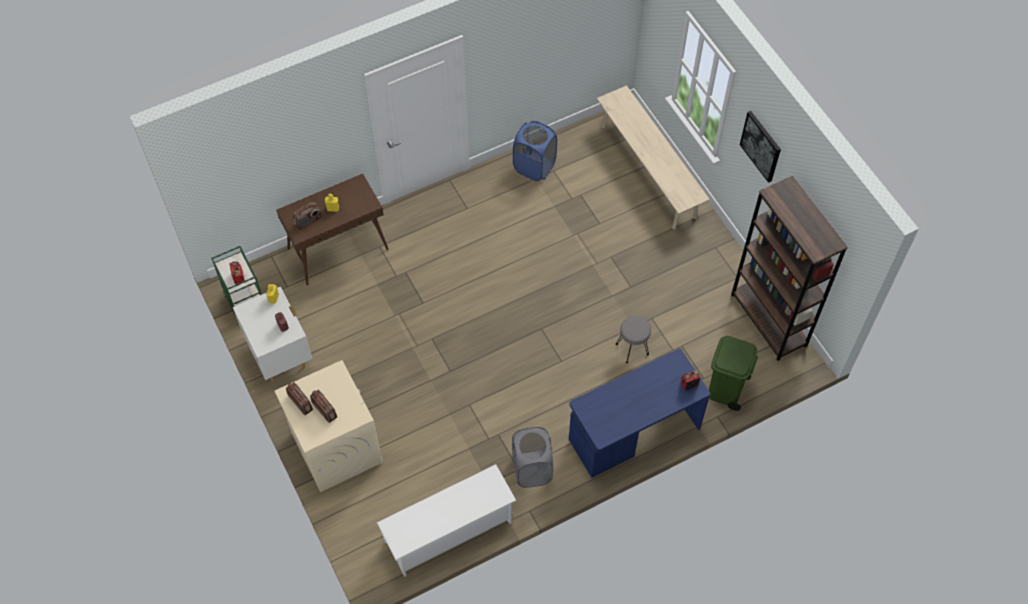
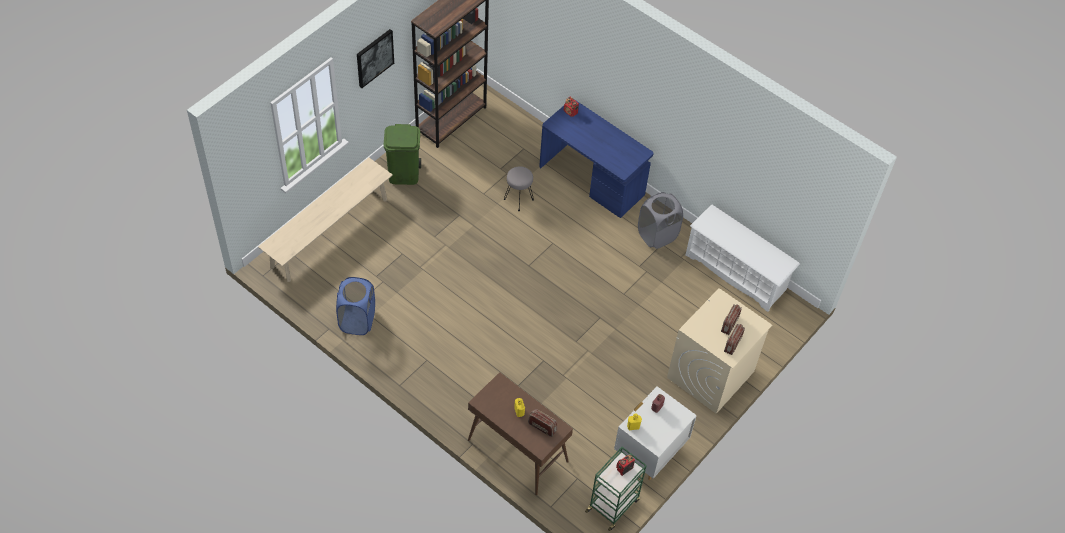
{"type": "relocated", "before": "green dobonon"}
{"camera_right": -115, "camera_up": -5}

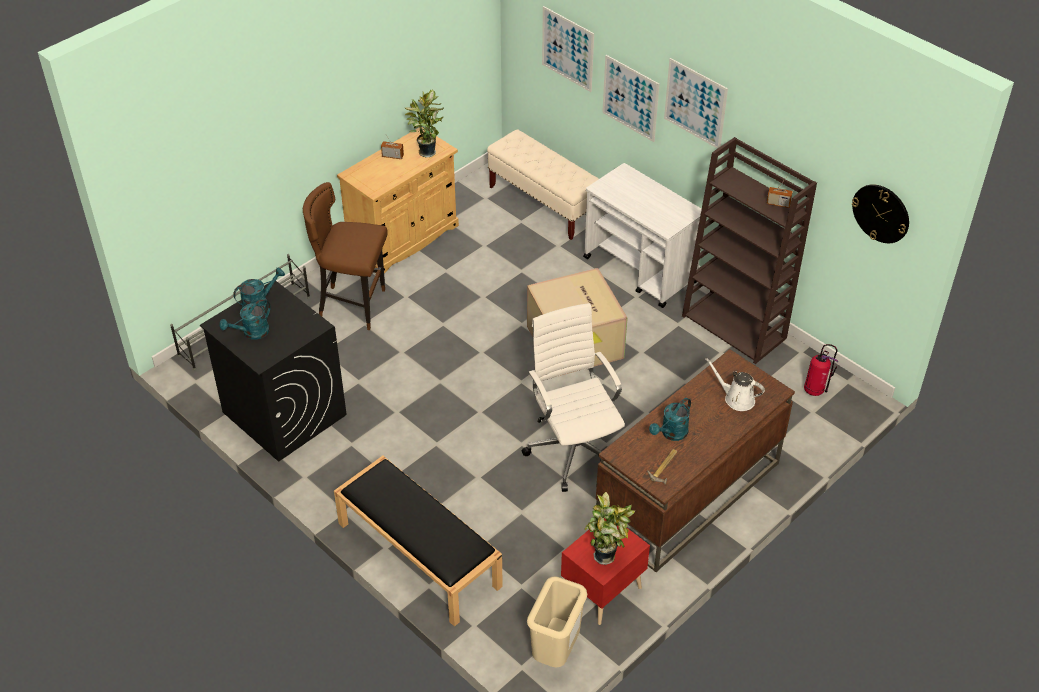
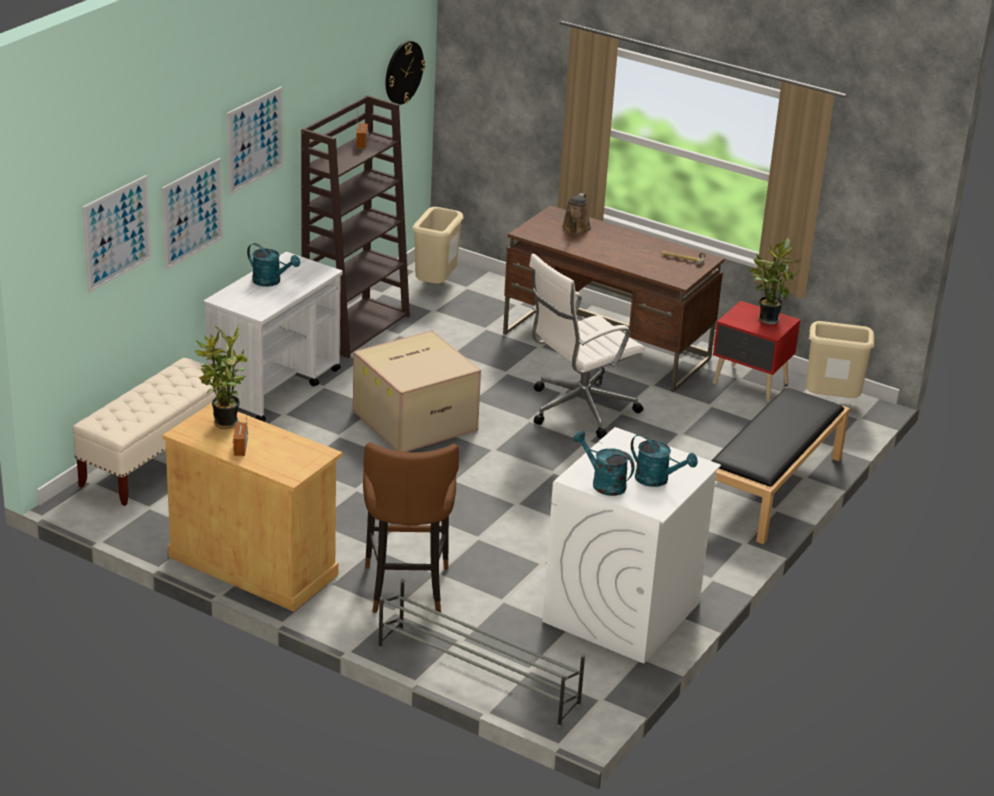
{"type": "colour", "before": "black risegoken", "after": "white risegoken"}
{"type": "relocated", "before": "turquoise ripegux (no. 3 from left in the first image)", "after": "turquoise ripegux (no. 1 from left)"}
{"type": "colour", "before": "white ripegux", "after": "brown ripegux"}
{"type": "exchanged", "before": "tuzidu", "after": "beige dobonon (no. 1 from left)"}
{"camera_right": -105, "camera_up": -15}

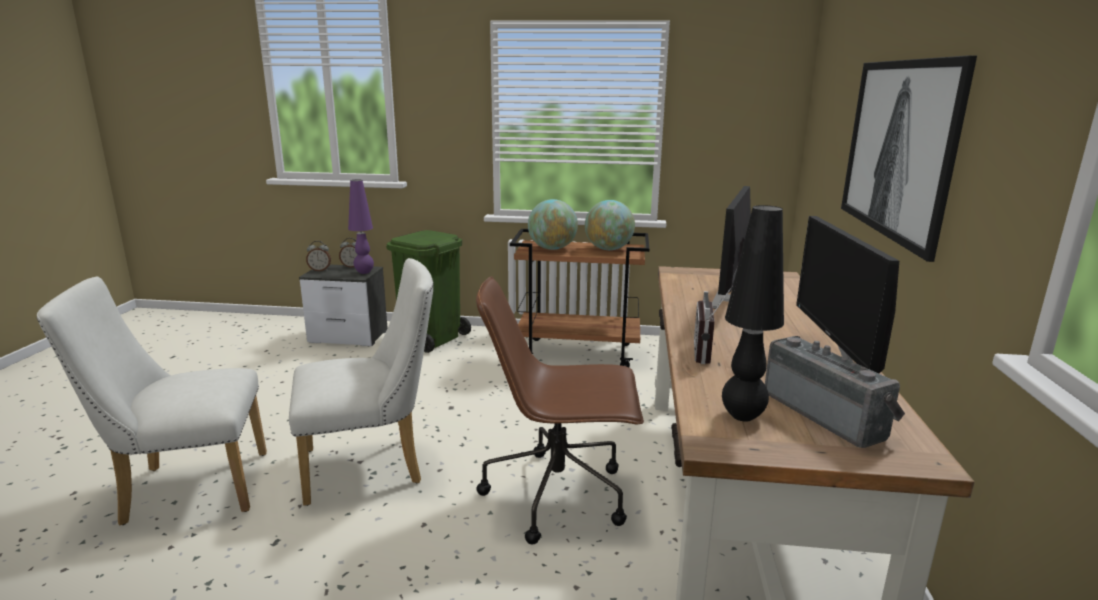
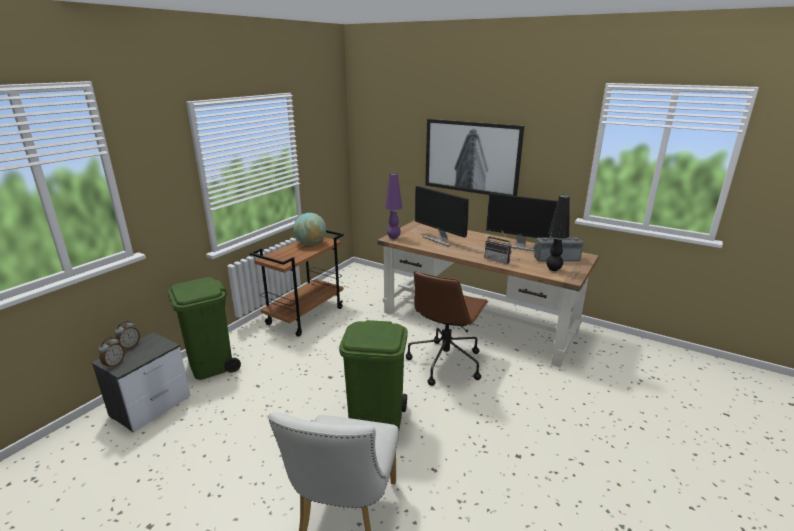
{"type": "exchanged", "before": "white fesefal (no. 2 from left)", "after": "green dobonon (no. 2 from left)"}
{"type": "relocated", "before": "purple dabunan"}
{"type": "missing", "before": "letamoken (no. 1 from left)"}
{"camera_right": -65, "camera_up": 5}

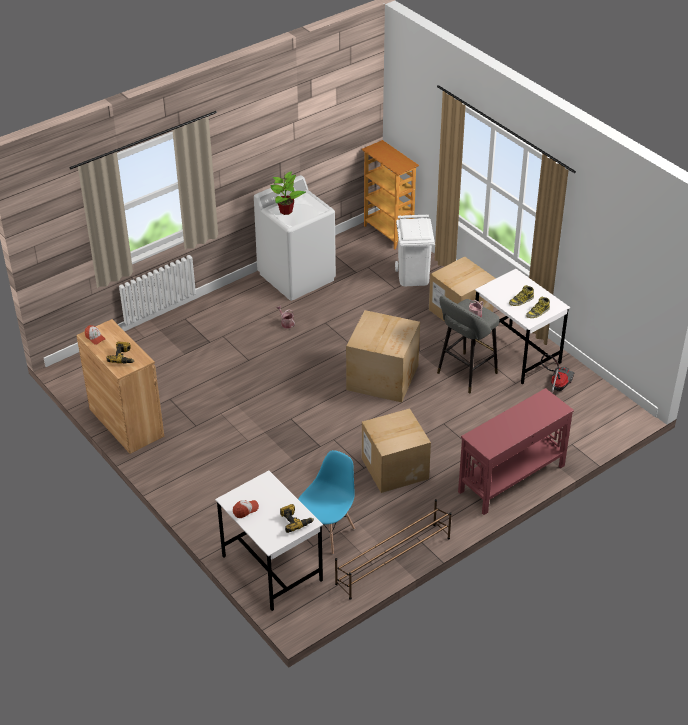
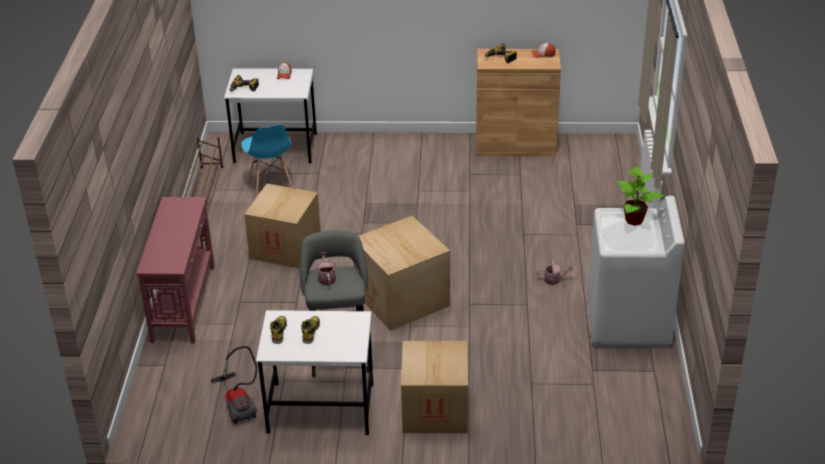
{"type": "missing", "before": "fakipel"}
{"type": "missing", "before": "white dobonon"}
{"camera_right": 130, "camera_up": -5}

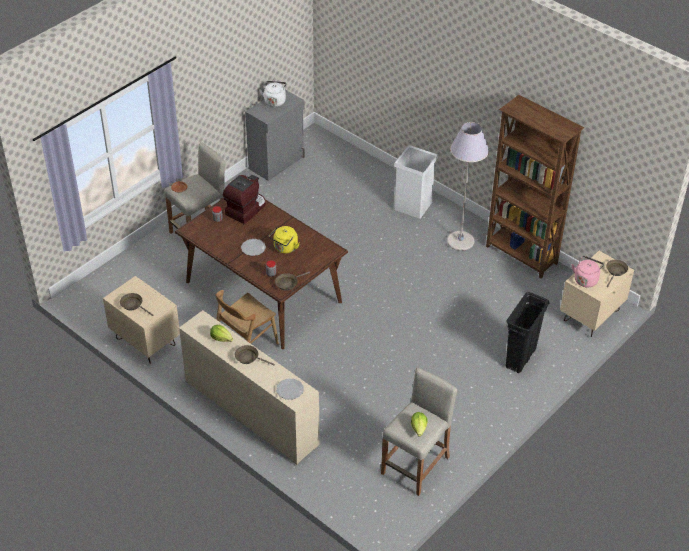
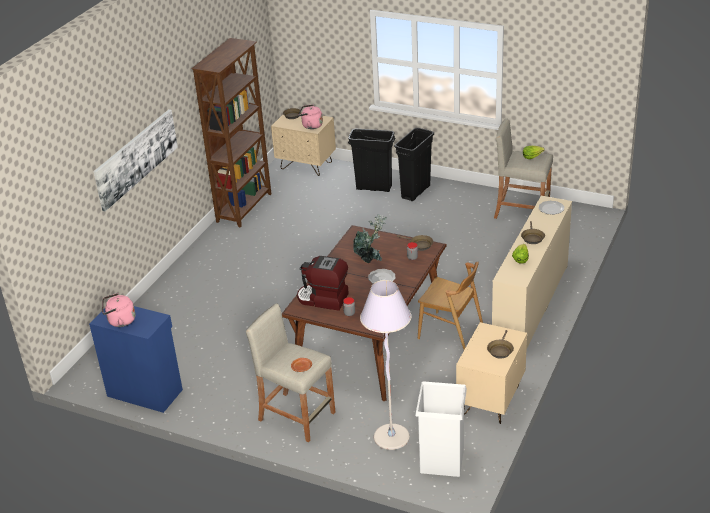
{"type": "colour", "before": "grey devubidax", "after": "blue devubidax"}
{"type": "colour", "before": "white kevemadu", "after": "pink kevemadu (no. 1 from left)"}
{"type": "exchanged", "before": "yellow kevemadu", "after": "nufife"}
{"type": "relocated", "before": "white dobonon"}
{"type": "relocated", "before": "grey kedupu"}
{"type": "appeared", "after": "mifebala"}
{"type": "appeared", "after": "black dobonon (no. 2 from left)"}
{"camera_right": -105, "camera_up": -10}

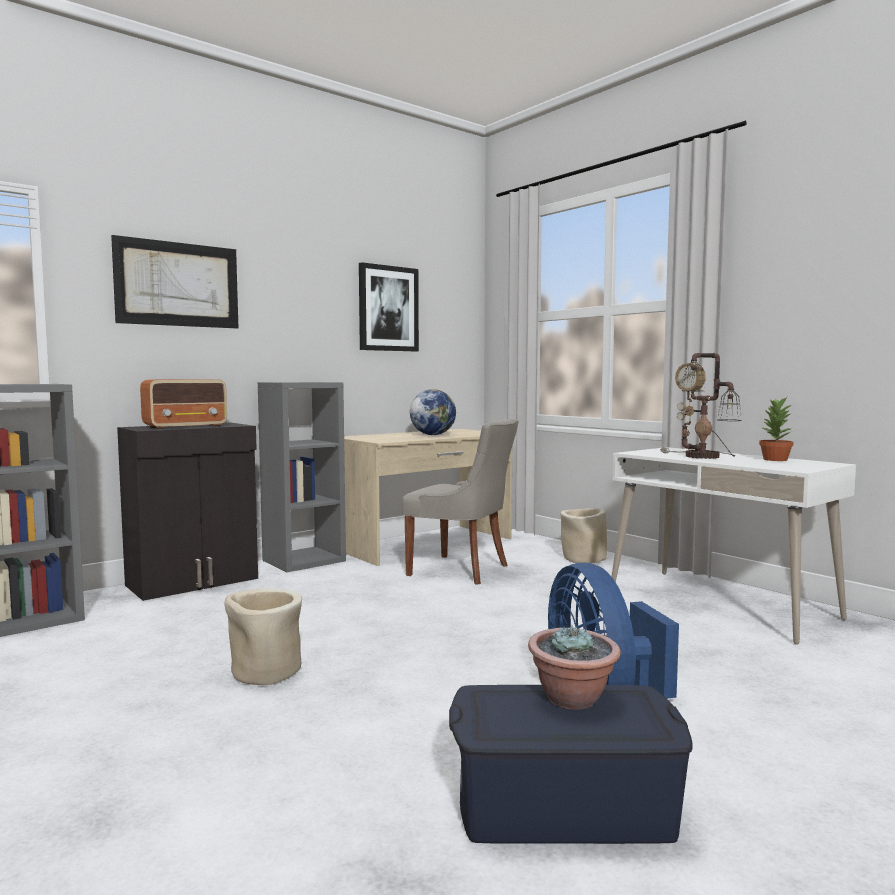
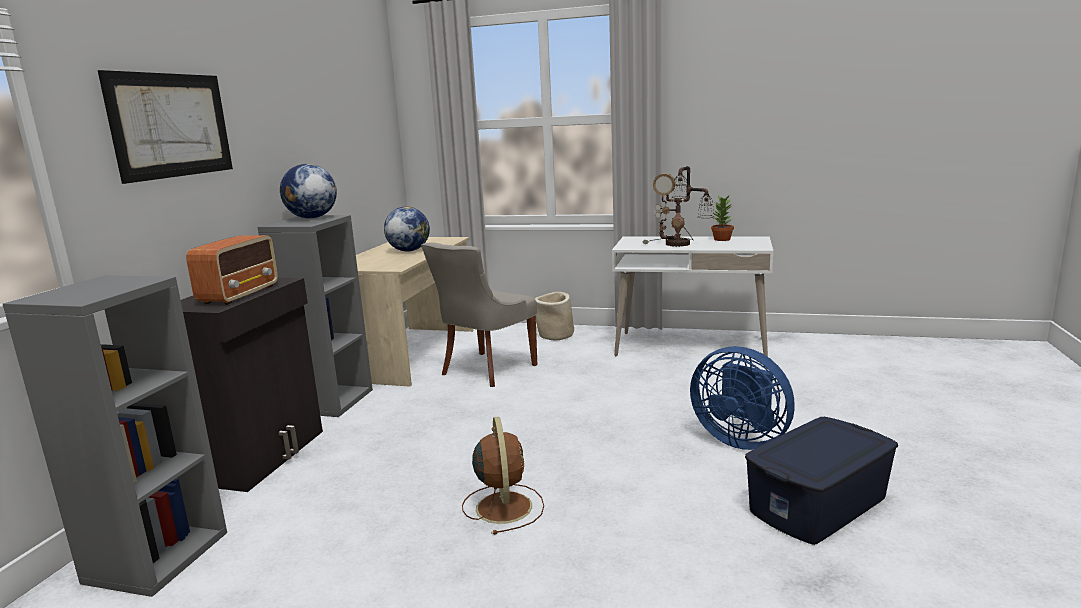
{"type": "exchanged", "before": "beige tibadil (no. 1 from left)", "after": "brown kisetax"}
{"type": "missing", "before": "mifebala (no. 2 from left)"}
{"type": "spun", "before": "grey fesefal", "turn": 135}
{"type": "missing", "before": "nufife (no. 1 from left)"}
{"type": "appeared", "after": "letamoken (no. 1 from left)"}
{"camera_right": -35, "camera_up": 10}

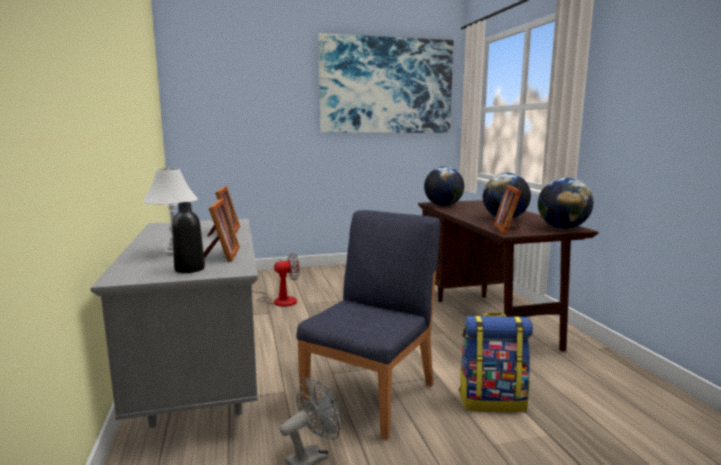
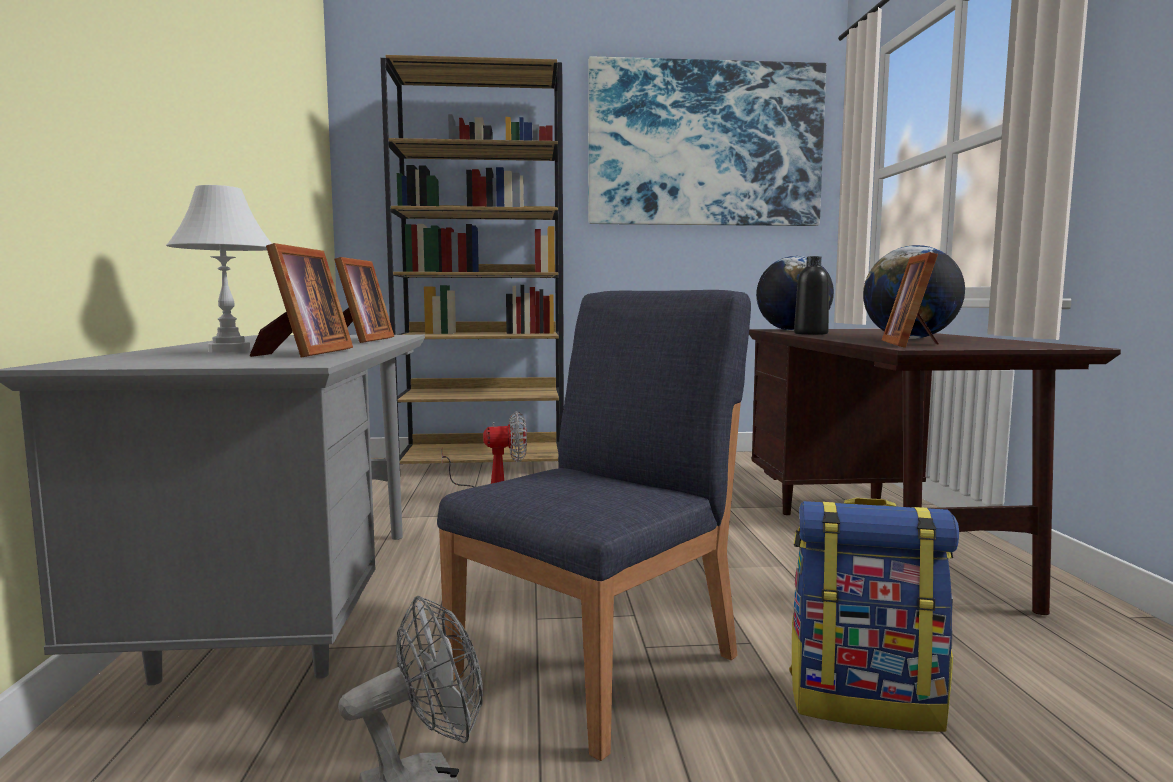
{"type": "relocated", "before": "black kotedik"}
{"type": "missing", "before": "letamoken (no. 3 from left)"}
{"type": "appeared", "after": "brown fakipel"}
{"camera_right": 10, "camera_up": -5}

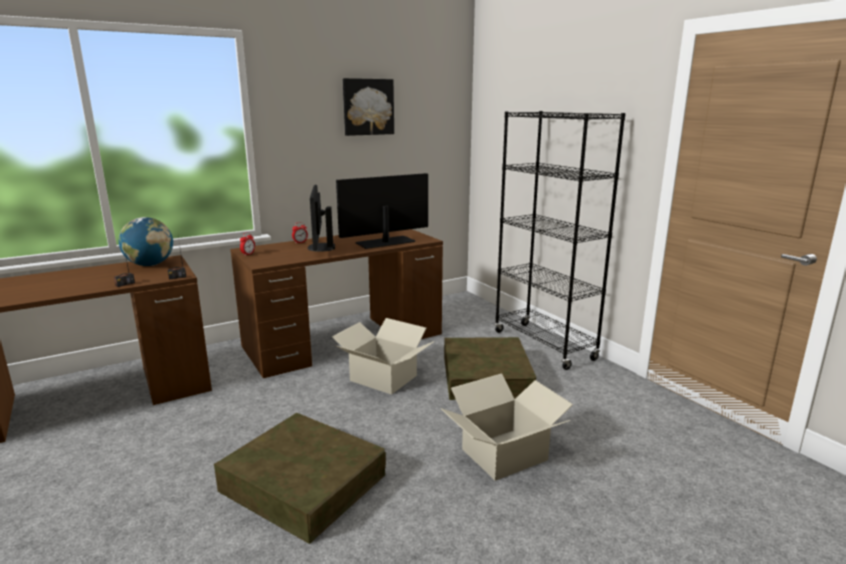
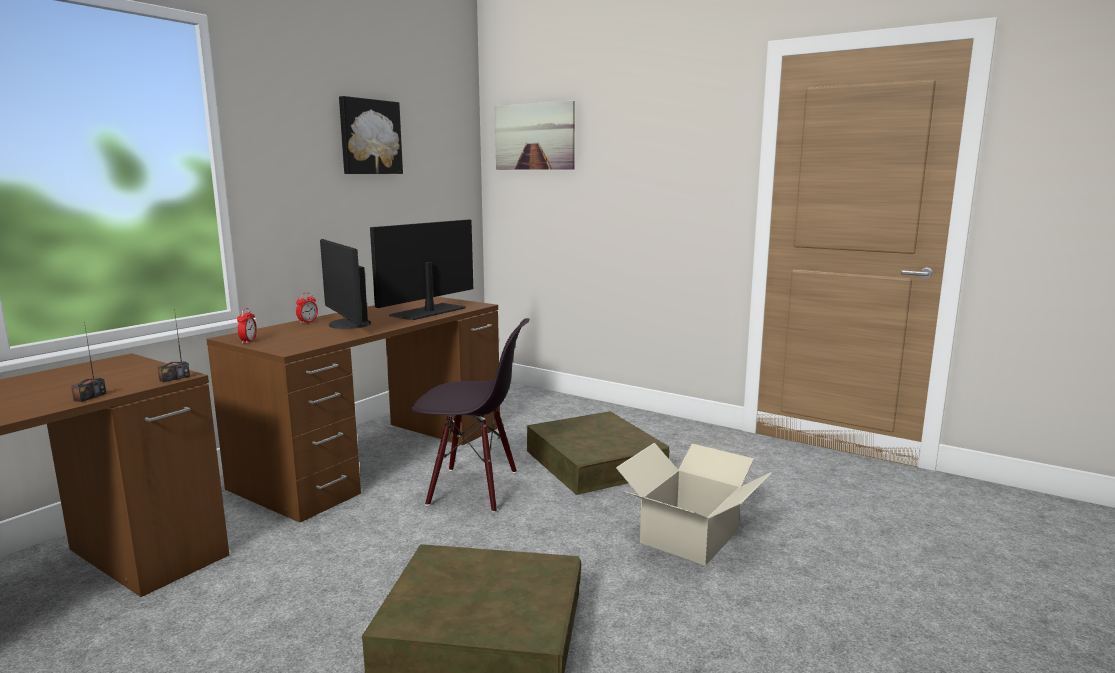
{"type": "missing", "before": "letamoken"}
{"type": "exchanged", "before": "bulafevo (no. 1 from left)", "after": "black fesefal"}
{"type": "missing", "before": "black fakipel"}
{"type": "appeared", "after": "mifebala (no. 2 from left)"}
{"camera_right": -25, "camera_up": -5}

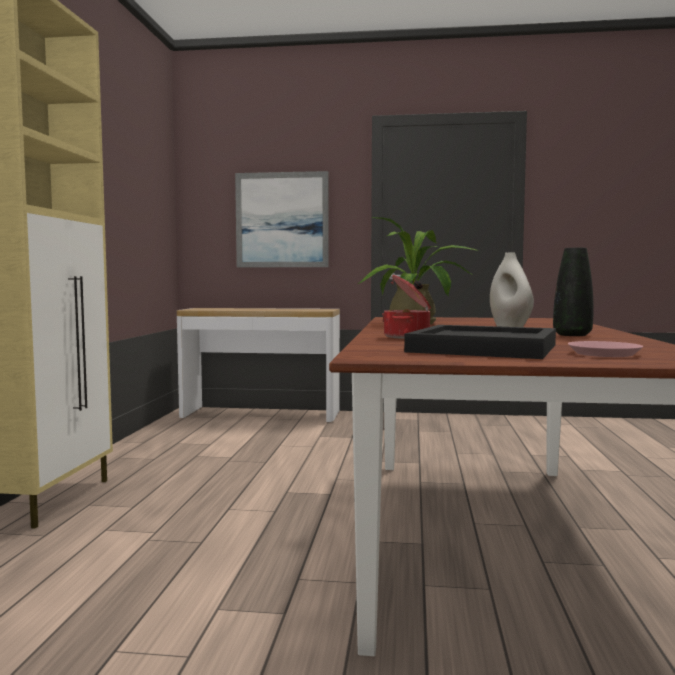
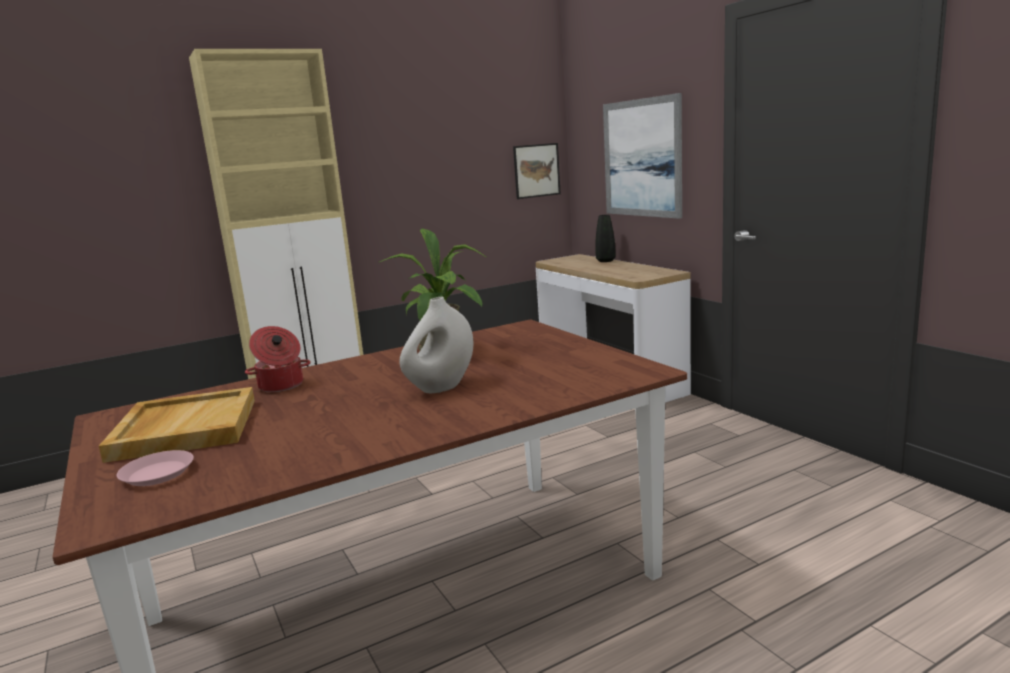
{"type": "colour", "before": "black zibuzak", "after": "beige zibuzak"}
{"type": "relocated", "before": "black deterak"}
{"type": "appeared", "after": "mifebala (no. 1 from left)"}
{"camera_right": 55, "camera_up": 10}

